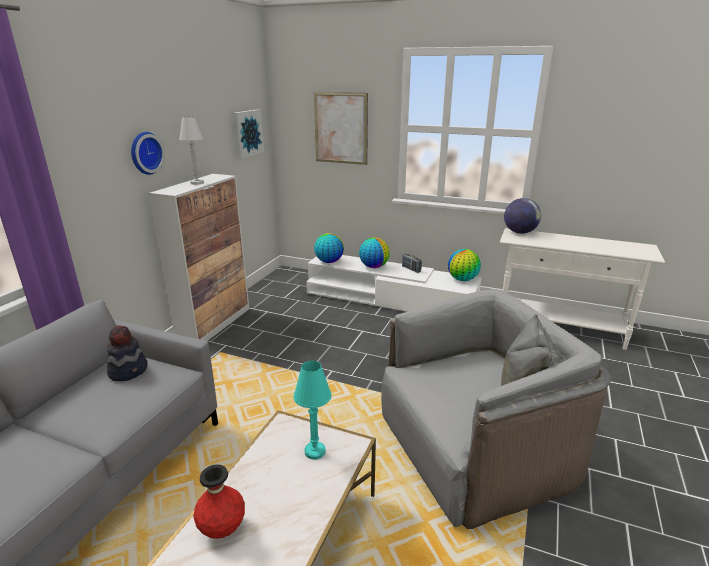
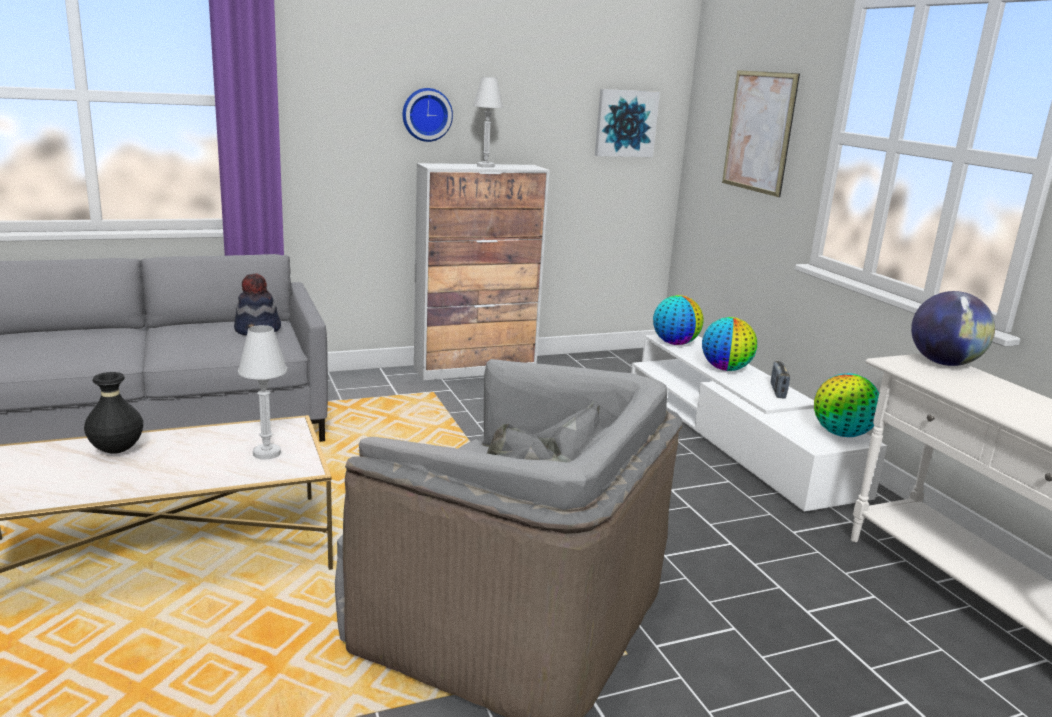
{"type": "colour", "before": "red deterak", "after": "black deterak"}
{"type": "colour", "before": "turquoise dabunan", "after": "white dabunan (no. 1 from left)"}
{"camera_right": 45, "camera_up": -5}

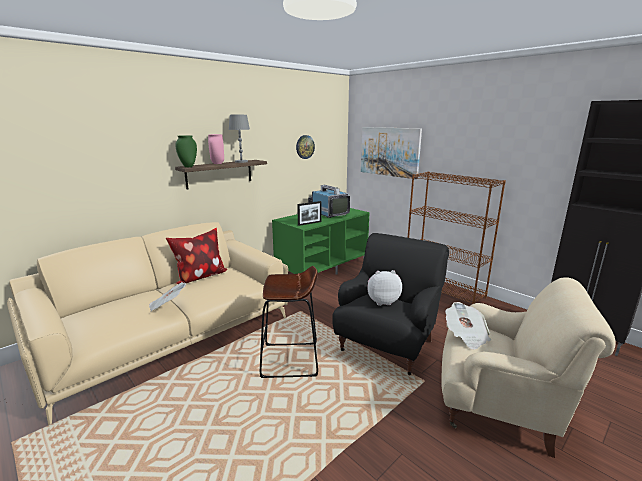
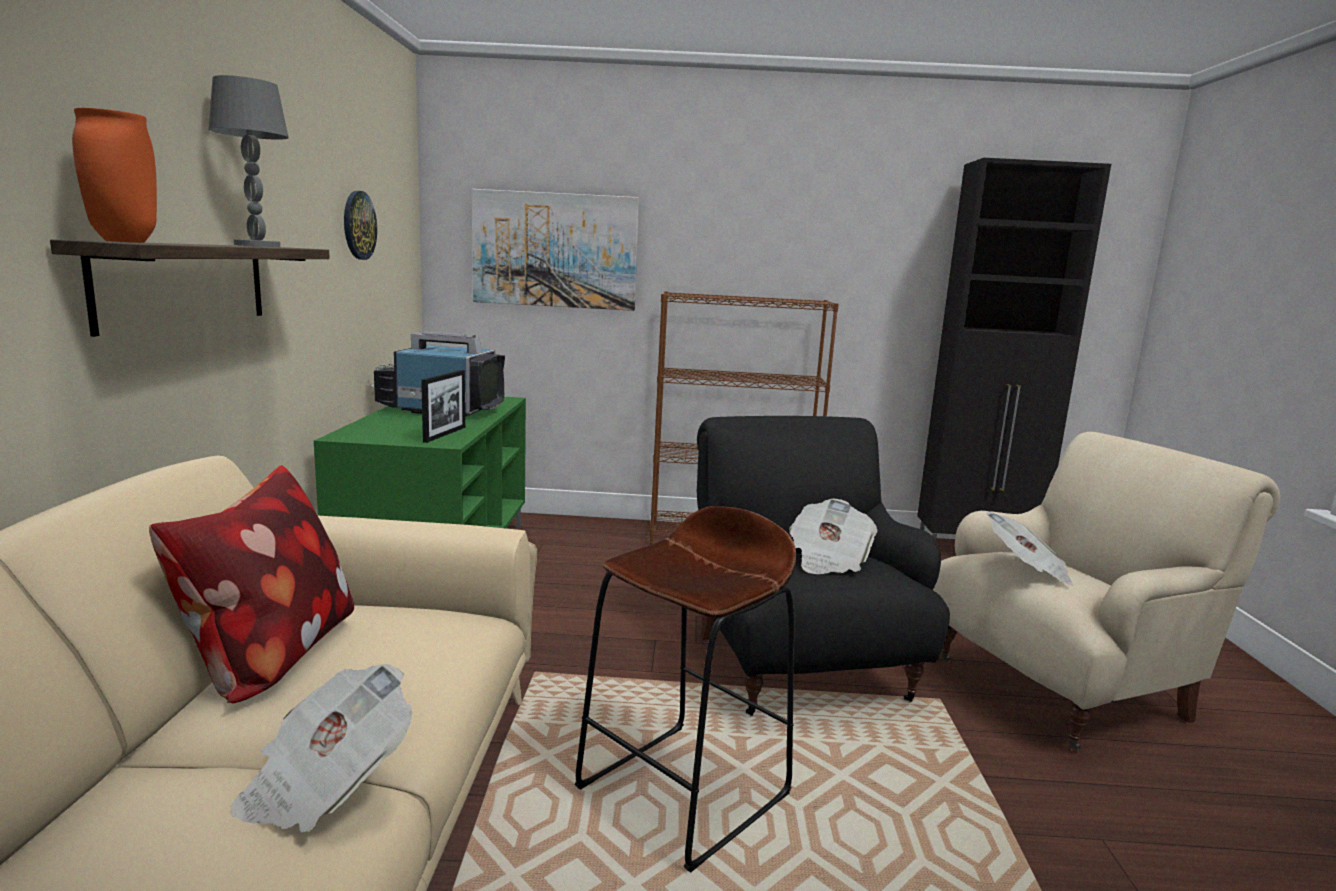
{"type": "colour", "before": "green deterak", "after": "orange deterak"}
{"type": "missing", "before": "pink deterak"}
{"type": "exchanged", "before": "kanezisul", "after": "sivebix (no. 2 from left)"}
{"camera_right": -45, "camera_up": -5}

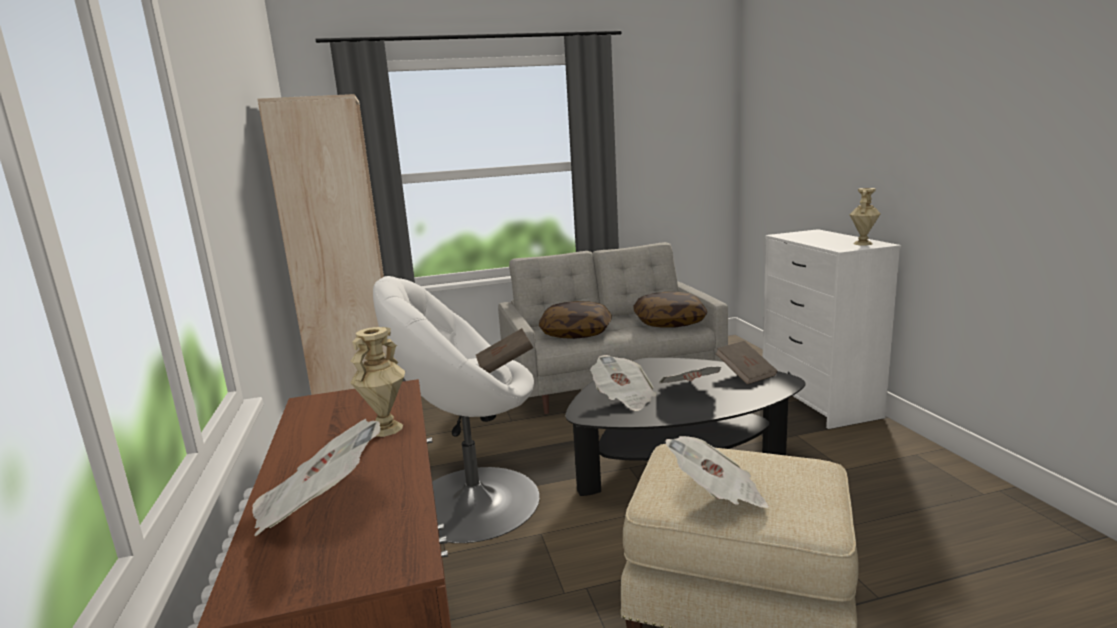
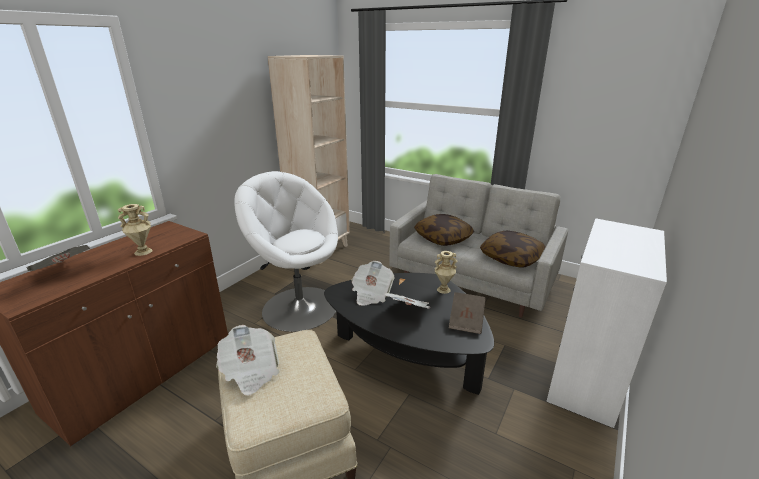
{"type": "missing", "before": "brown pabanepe (no. 1 from left)"}
{"type": "relocated", "before": "beige deterak (no. 2 from left)"}
{"camera_right": 45, "camera_up": 10}

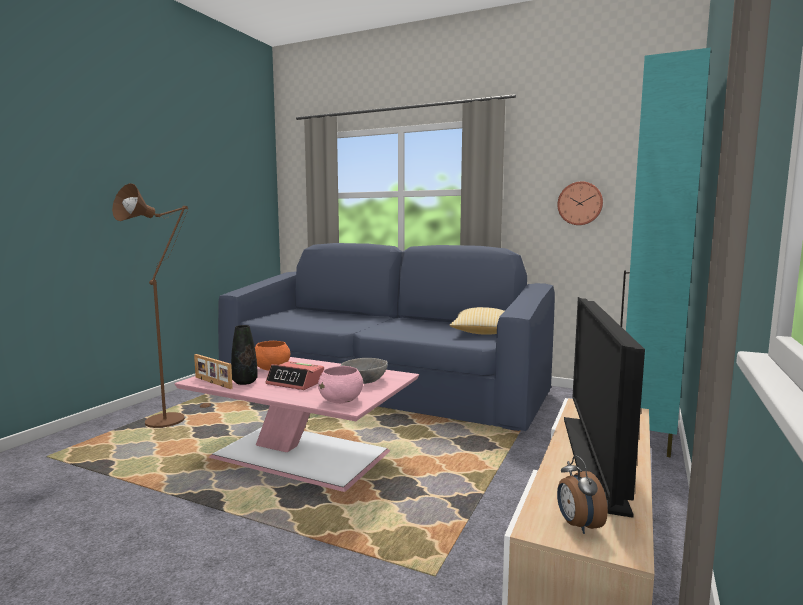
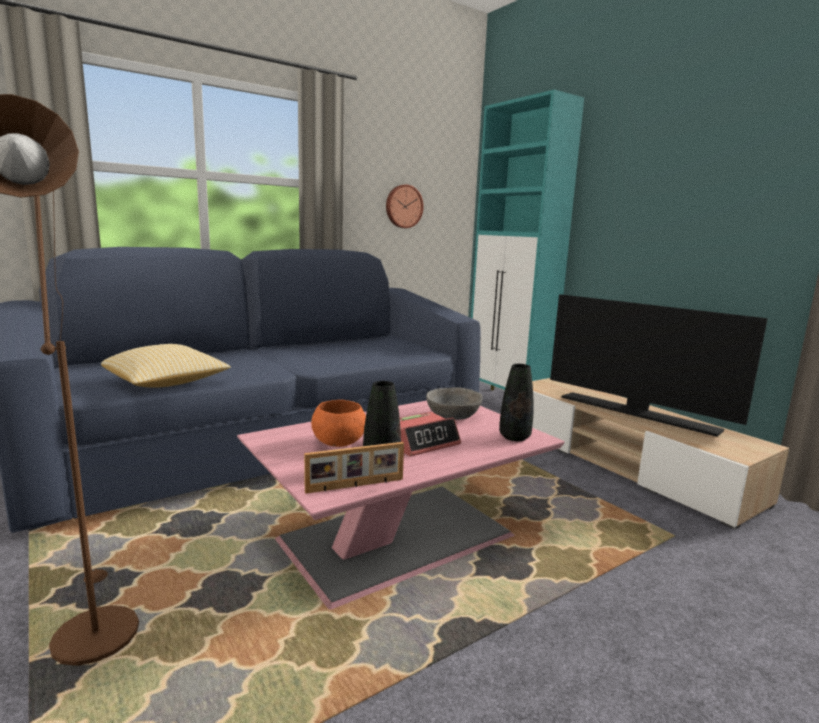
{"type": "exchanged", "before": "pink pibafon", "after": "black deterak (no. 2 from left)"}
{"type": "relocated", "before": "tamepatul"}
{"type": "missing", "before": "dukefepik (no. 2 from left)"}
{"camera_right": -60, "camera_up": 5}

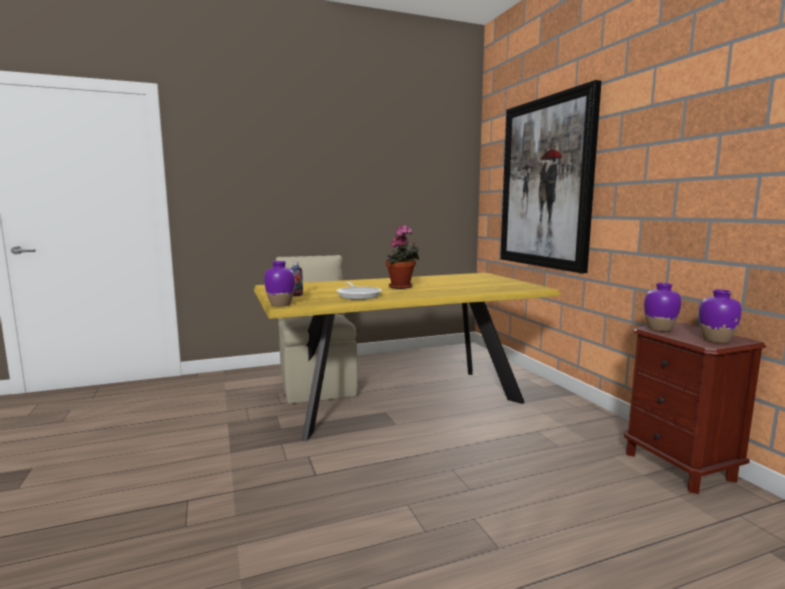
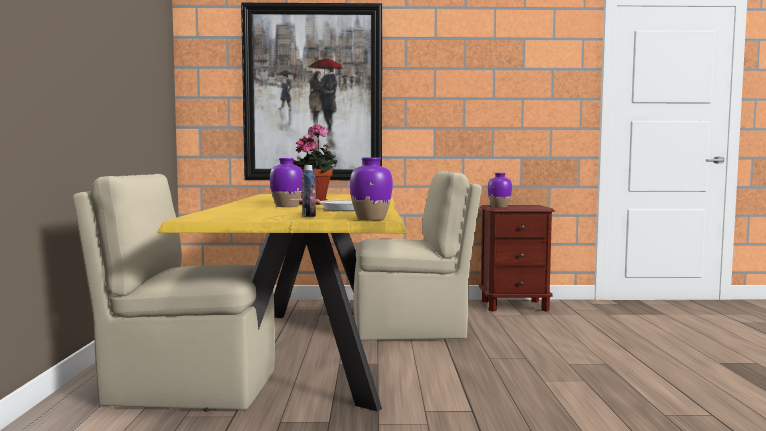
{"type": "relocated", "before": "purple deterak (no. 3 from left in the first image)", "after": "purple deterak (no. 1 from left)"}
{"type": "appeared", "after": "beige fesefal (no. 2 from left)"}
{"camera_right": -70, "camera_up": -5}

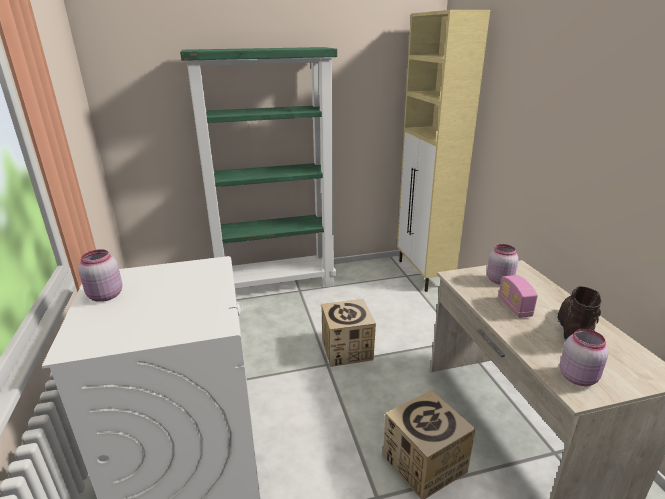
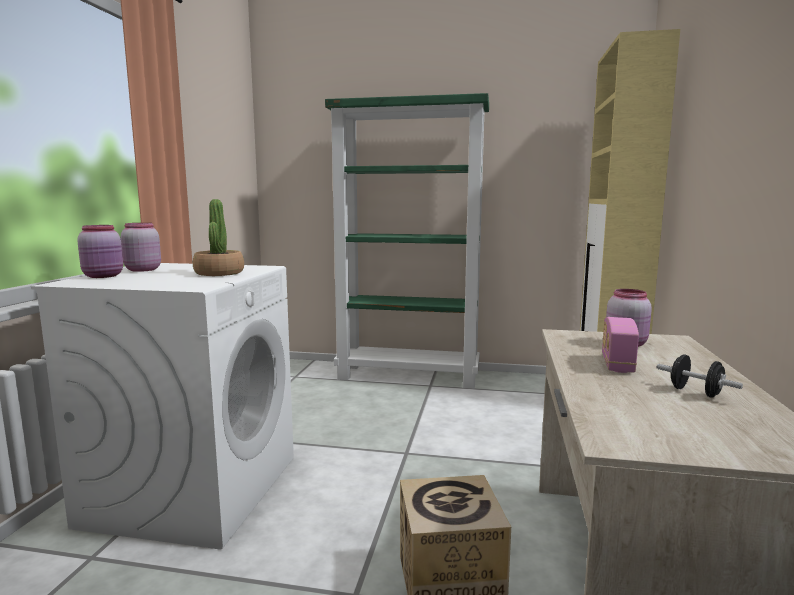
{"type": "missing", "before": "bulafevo (no. 1 from left)"}
{"type": "exchanged", "before": "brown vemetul", "after": "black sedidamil"}
{"type": "relocated", "before": "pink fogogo (no. 3 from left in the first image)", "after": "pink fogogo (no. 1 from left)"}
{"type": "appeared", "after": "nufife"}
{"camera_right": 25, "camera_up": -15}

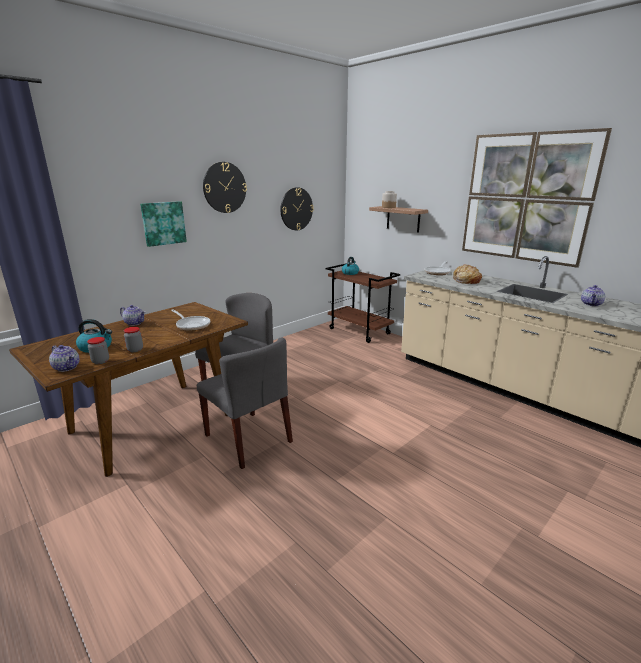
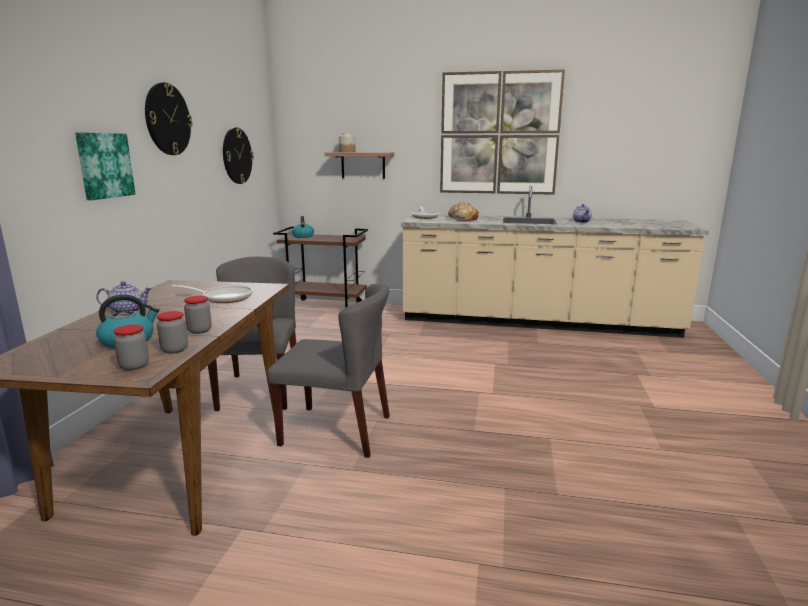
{"type": "exchanged", "before": "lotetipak (no. 1 from left)", "after": "fogogo (no. 1 from left)"}
{"camera_right": -35, "camera_up": -5}

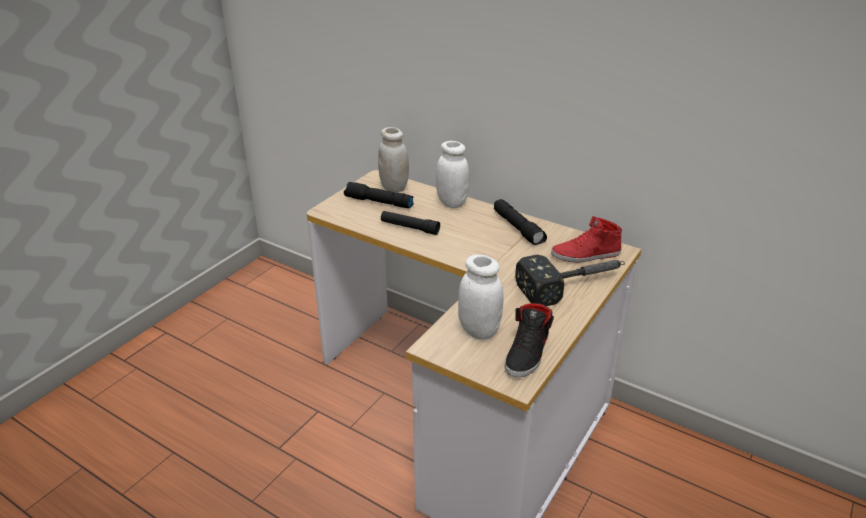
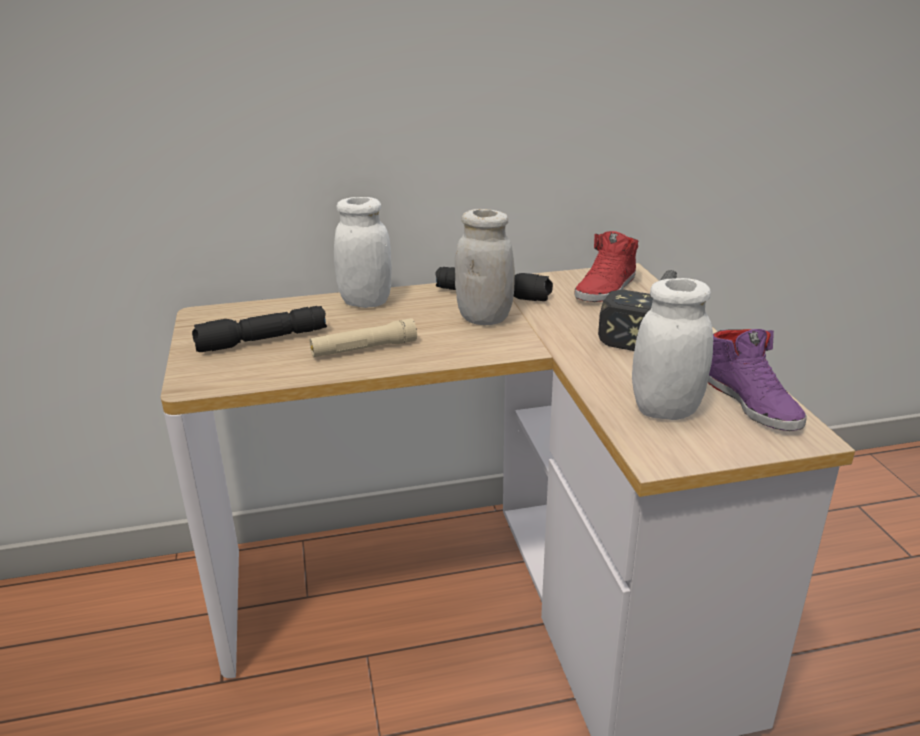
{"type": "relocated", "before": "white fogogo (no. 1 from left in the first image)", "after": "white fogogo (no. 2 from left)"}
{"type": "colour", "before": "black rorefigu (no. 2 from left)", "after": "beige rorefigu"}
{"type": "colour", "before": "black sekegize", "after": "purple sekegize"}
{"camera_right": -45, "camera_up": -5}

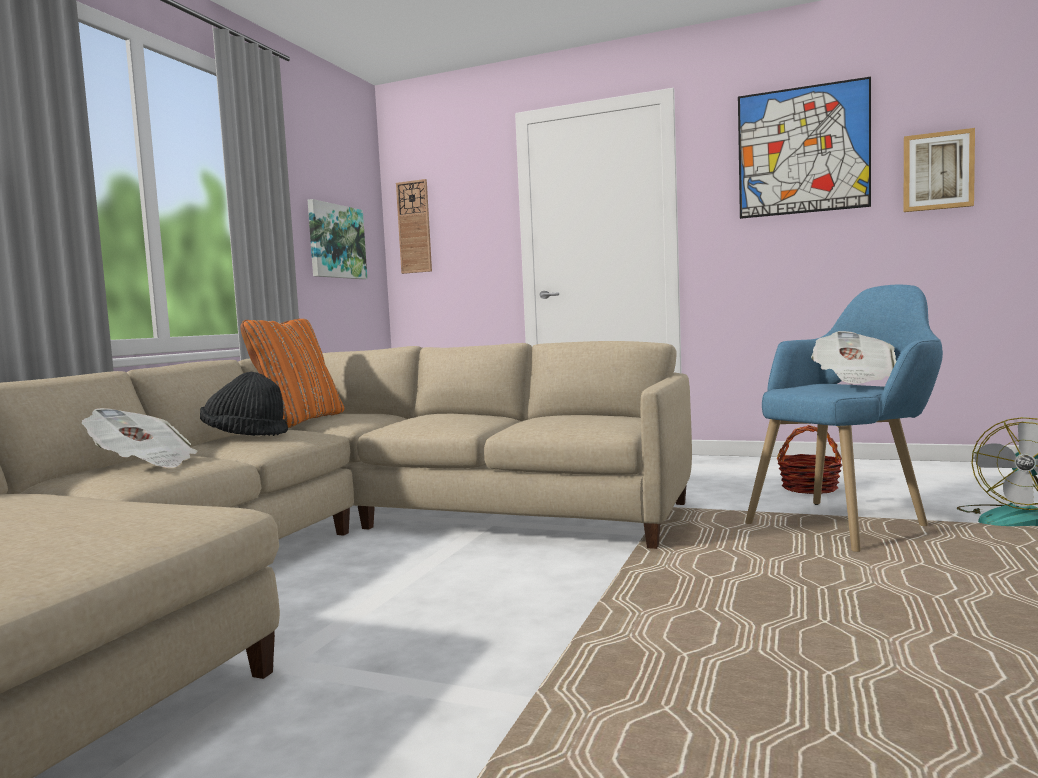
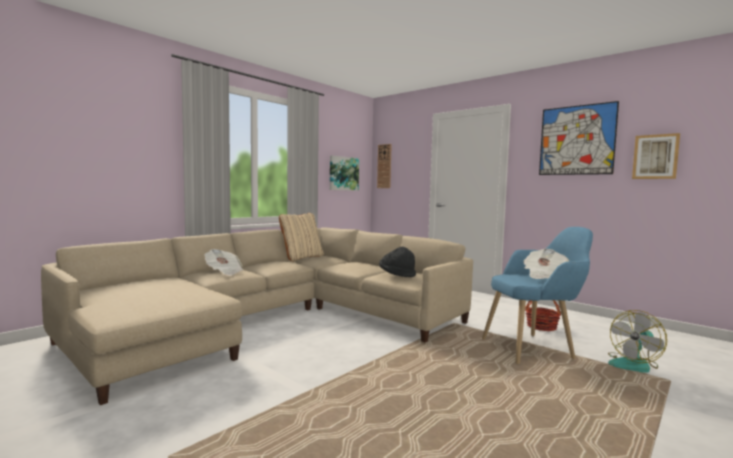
{"type": "relocated", "before": "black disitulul"}
{"type": "colour", "before": "orange tamepatul", "after": "beige tamepatul"}
{"camera_right": 20, "camera_up": 0}

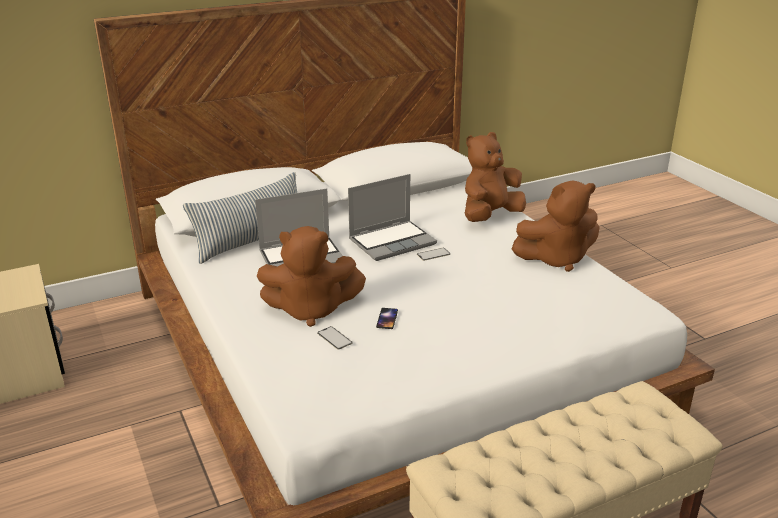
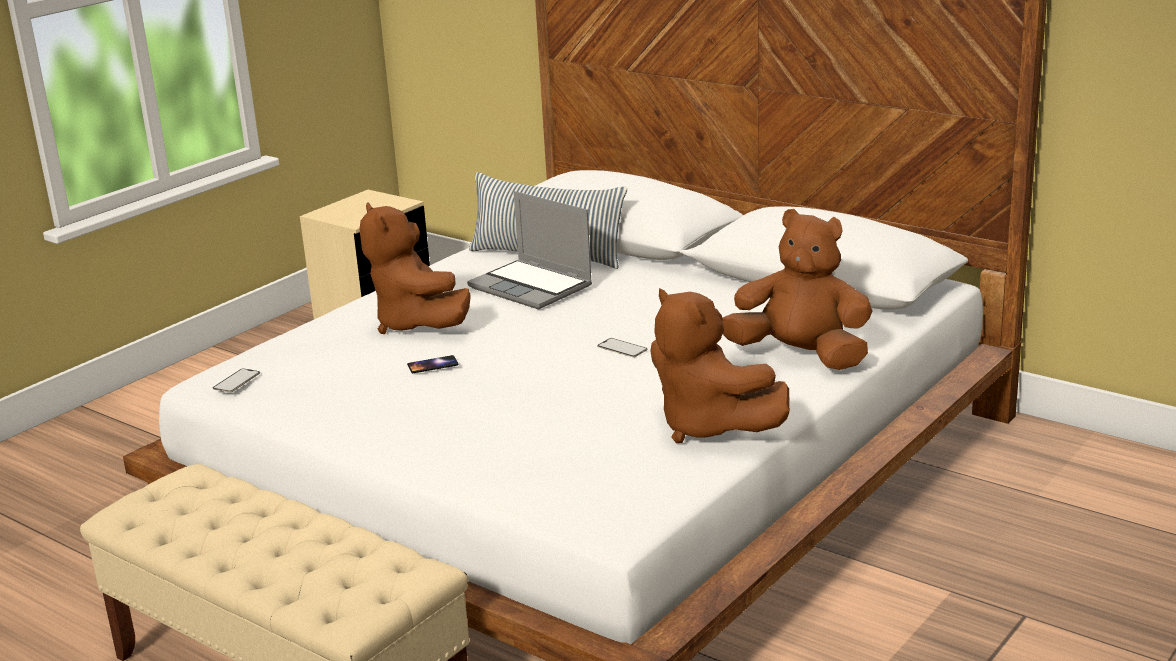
{"type": "relocated", "before": "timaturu (no. 1 from left)"}
{"type": "missing", "before": "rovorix (no. 2 from left)"}
{"camera_right": 65, "camera_up": -5}

